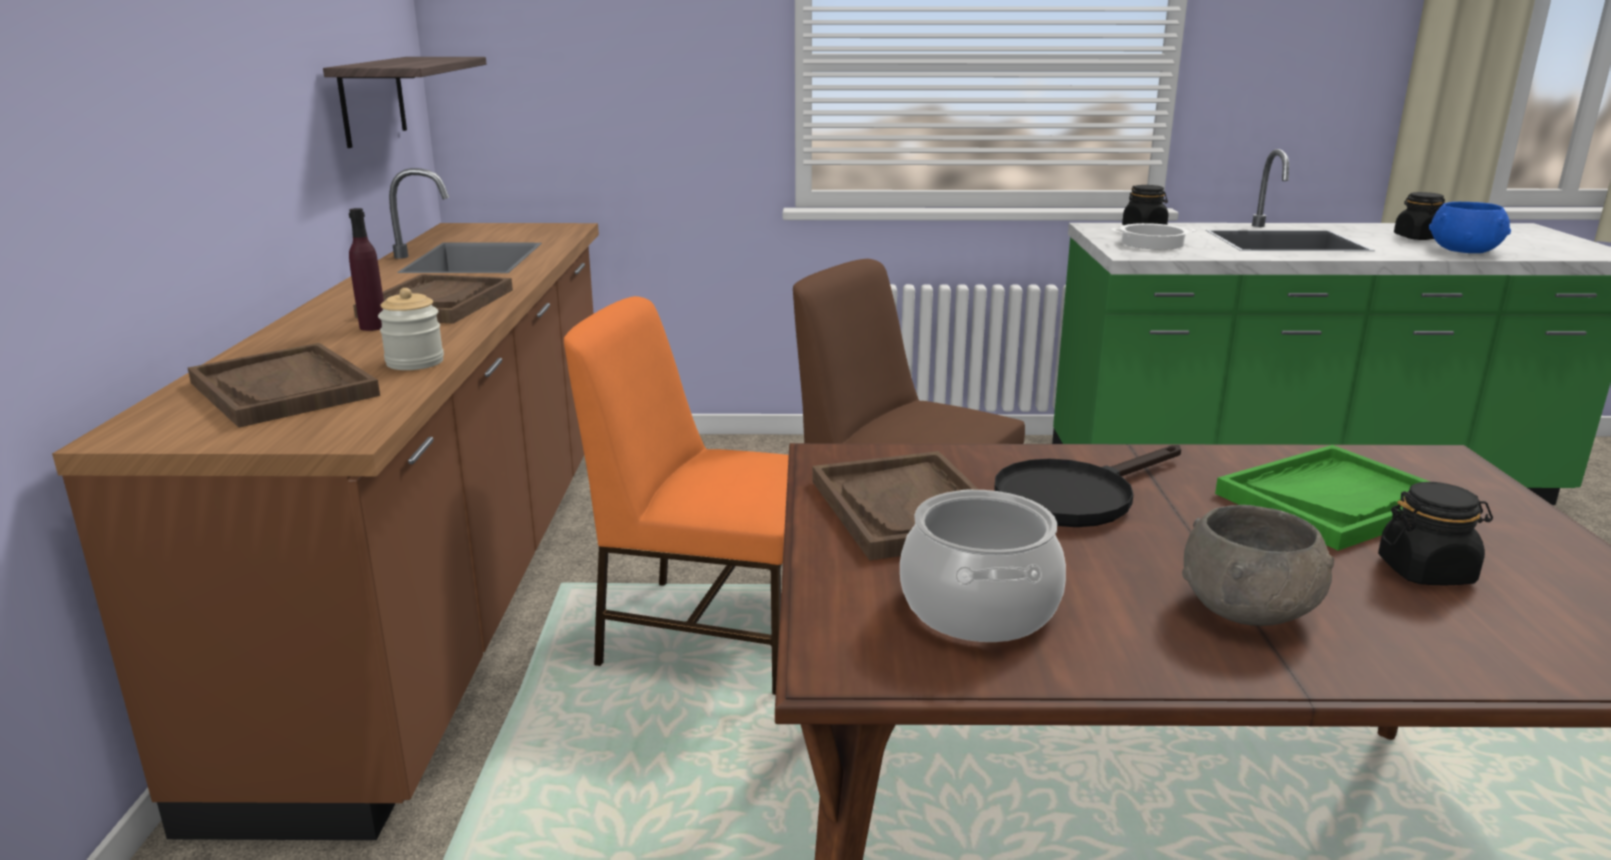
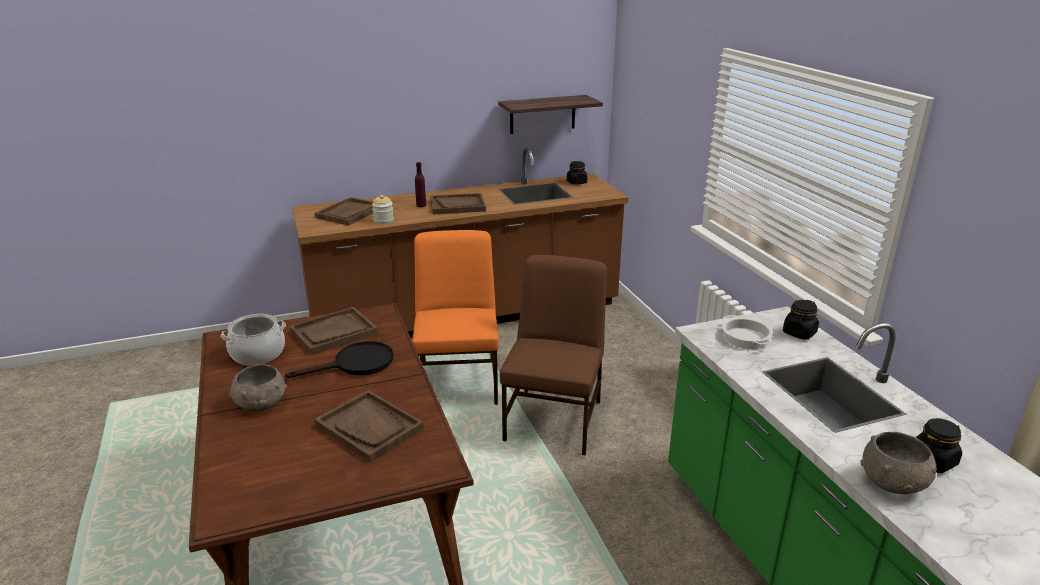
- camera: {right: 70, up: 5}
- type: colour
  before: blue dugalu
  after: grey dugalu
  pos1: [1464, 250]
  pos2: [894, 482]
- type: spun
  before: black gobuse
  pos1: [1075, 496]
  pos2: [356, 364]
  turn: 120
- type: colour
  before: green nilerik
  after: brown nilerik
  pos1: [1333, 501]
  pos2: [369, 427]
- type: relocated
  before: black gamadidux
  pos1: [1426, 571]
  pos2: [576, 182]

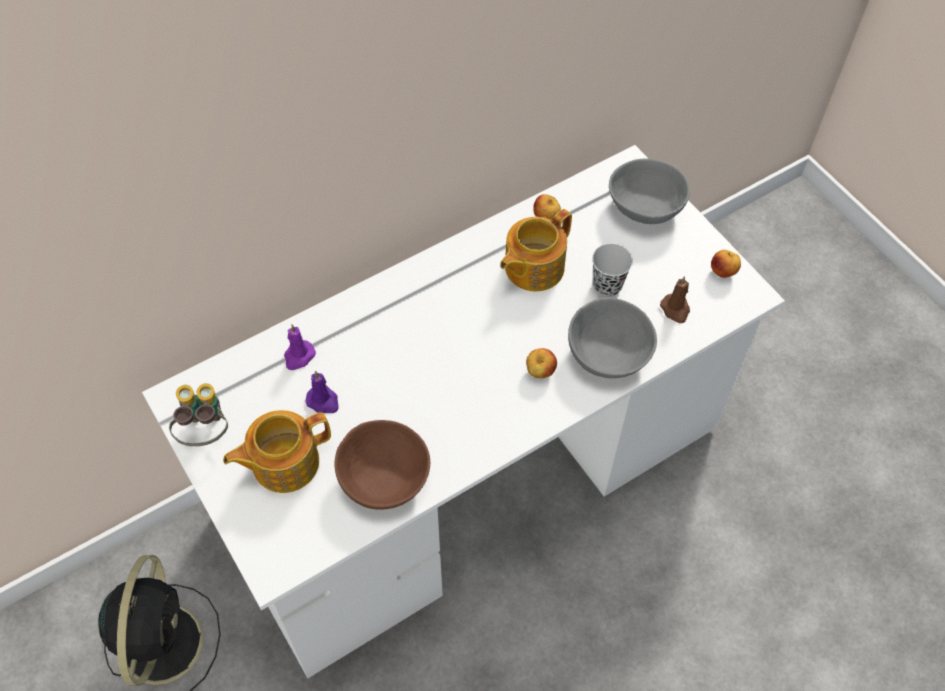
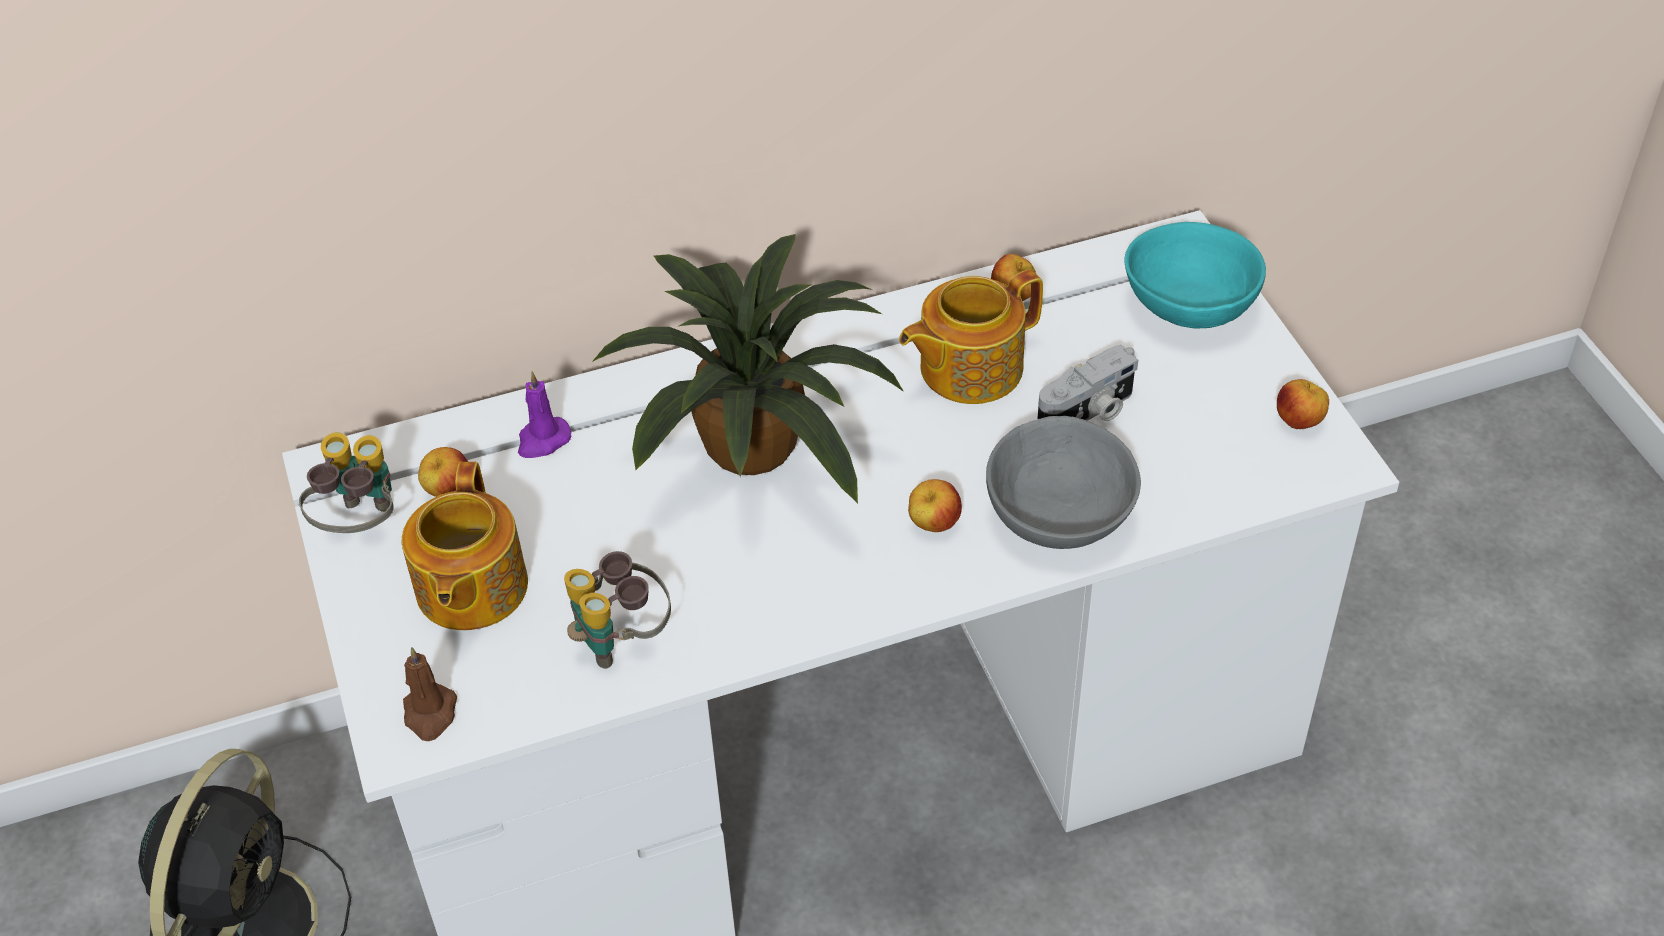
- camera: {right: 15, up: -10}
- type: colour
  before: grey dugalu
  after: turquoise dugalu
  pos1: [646, 208]
  pos2: [1191, 307]
- type: exchanged
  before: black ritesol
  after: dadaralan
  pos1: [607, 285]
  pos2: [1088, 412]
- type: relocated
  before: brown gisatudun
  pos1: [675, 309]
  pos2: [430, 714]
- type: missing
  before: purple gisatudun
  pos1: [323, 401]
- type: spun
  before: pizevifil
  pos1: [283, 462]
  pos2: [469, 589]
  turn: -75
- type: exchanged
  before: brown dugalu
  after: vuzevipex
  pos1: [382, 478]
  pos2: [621, 639]
- type: appeared
  after: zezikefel
  pos2: [759, 447]
- type: appeared
  after: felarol
  pos2: [448, 491]

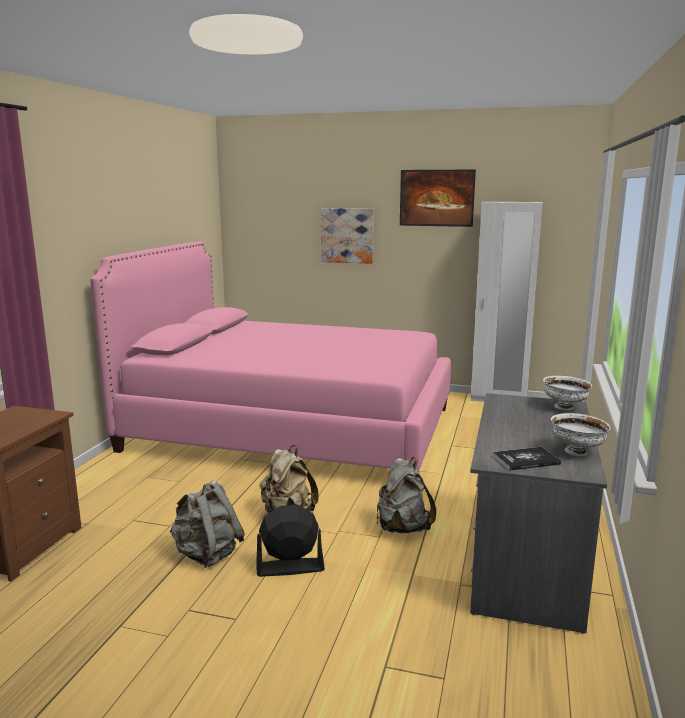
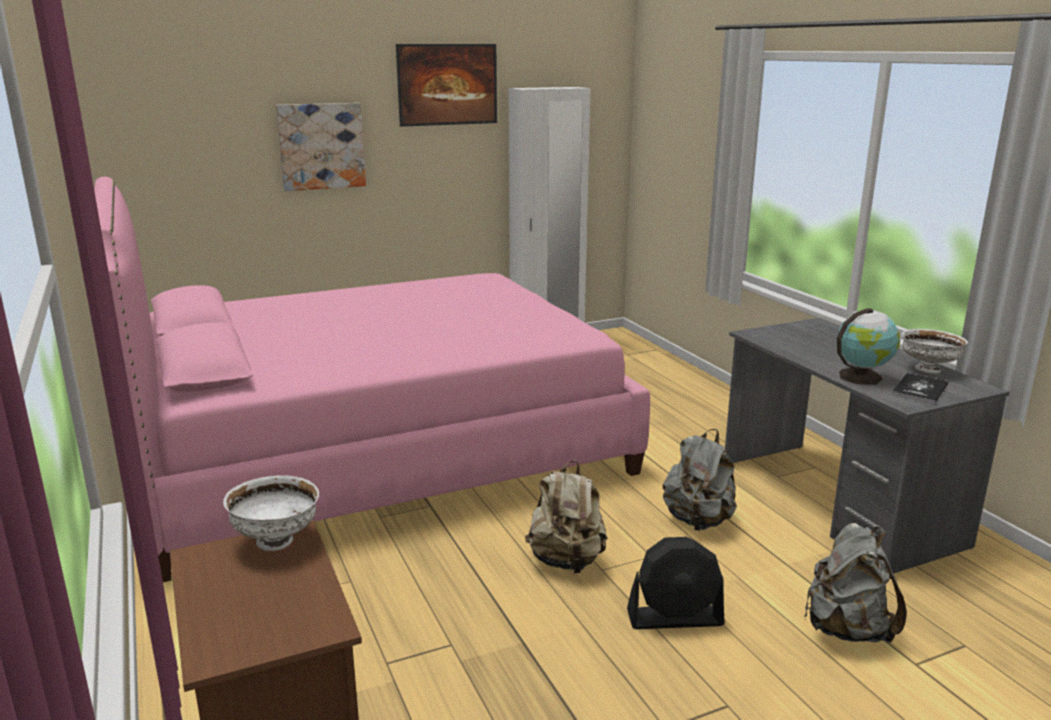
- camera: {right: -40, up: 5}
- type: relocated
  before: white dugalu
  pos1: [564, 407]
  pos2: [277, 540]
- type: relocated
  before: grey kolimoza
  pos1: [207, 555]
  pos2: [846, 629]
- type: spun
  before: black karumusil
  pos1: [289, 567]
  pos2: [675, 618]
  turn: -135
- type: appeared
  after: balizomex
  pos2: [862, 377]

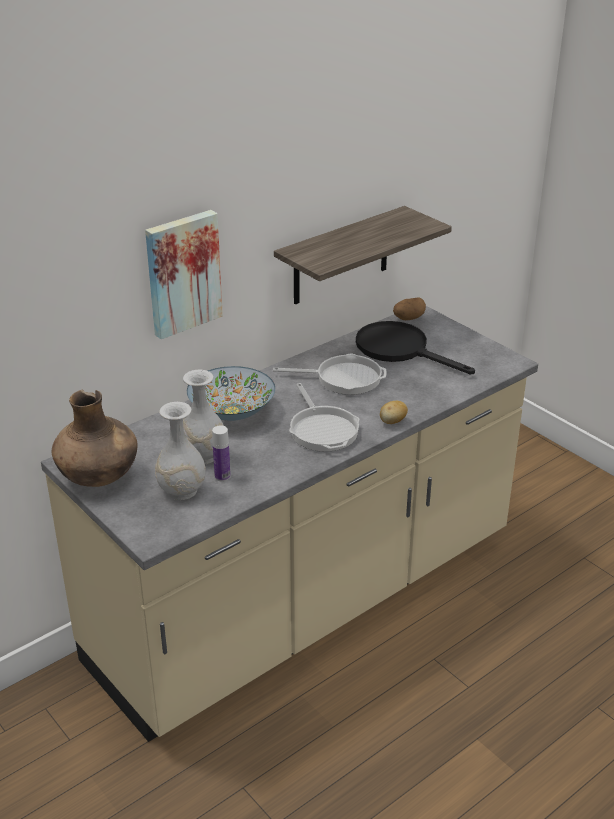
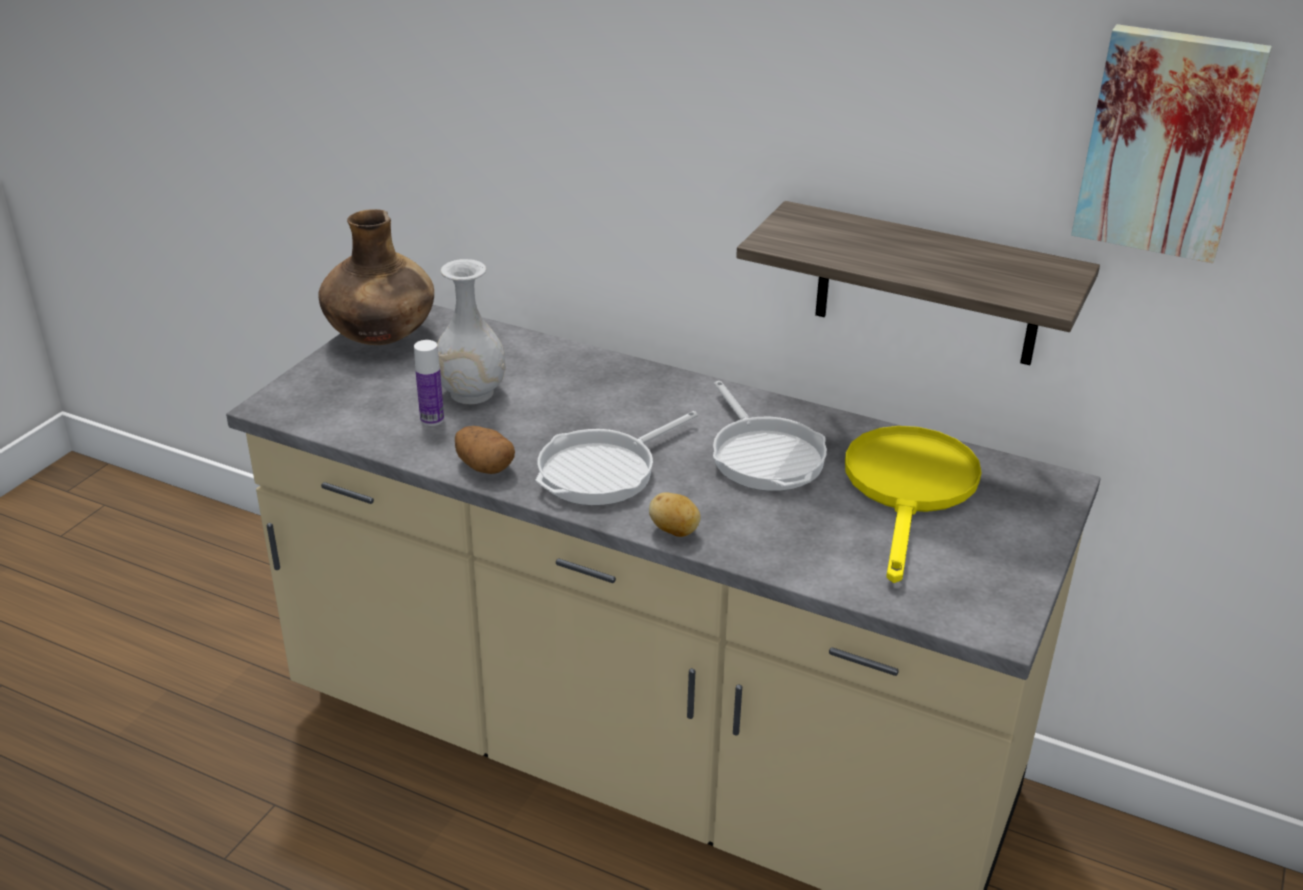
- camera: {right: 65, up: 0}
- type: relocated
  before: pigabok
  pos1: [182, 273]
  pos2: [1167, 142]
- type: relocated
  before: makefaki
  pos1: [408, 318]
  pos2: [484, 467]
- type: colour
  before: black gobuse
  after: yellow gobuse
  pos1: [400, 349]
  pos2: [909, 490]
- type: missing
  before: dugalu
  pos1: [232, 412]
- type: missing
  before: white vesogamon
  pos1: [181, 490]

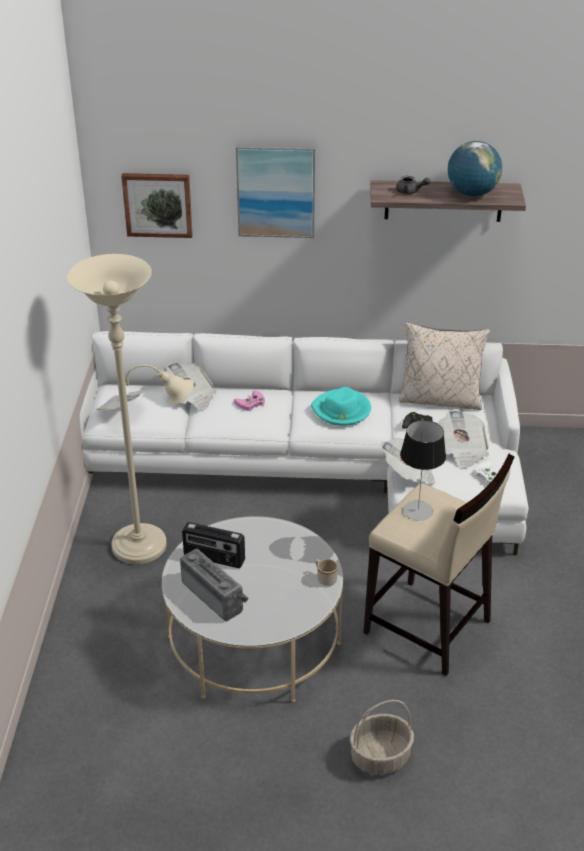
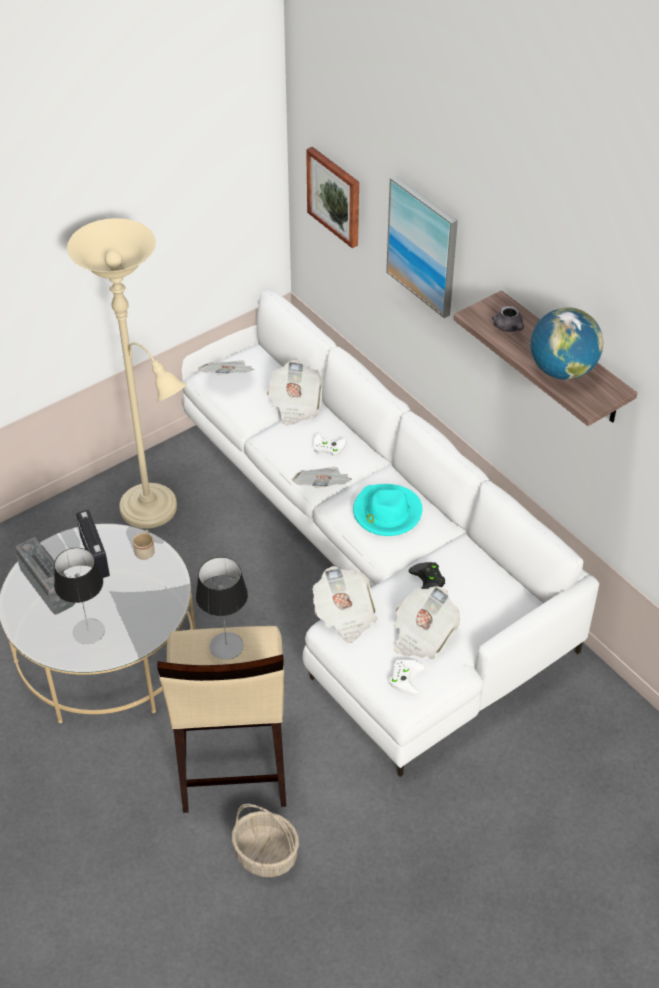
- camera: {right: 50, up: 10}
- type: missing
  before: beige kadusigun
  pos1: [440, 399]
- type: colour
  before: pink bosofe
  after: white bosofe
  pos1: [250, 403]
  pos2: [327, 447]
- type: spun
  before: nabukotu
  pos1: [215, 595]
  pos2: [51, 585]
  turn: -45
- type: relocated
  before: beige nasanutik
  pos1: [325, 578]
  pos2: [145, 551]
- type: relocated
  before: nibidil
  pos1: [380, 757]
  pos2: [265, 855]
- type: appeared
  after: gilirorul
  pos2: [322, 488]
- type: appeared
  after: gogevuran
  pos2: [88, 631]

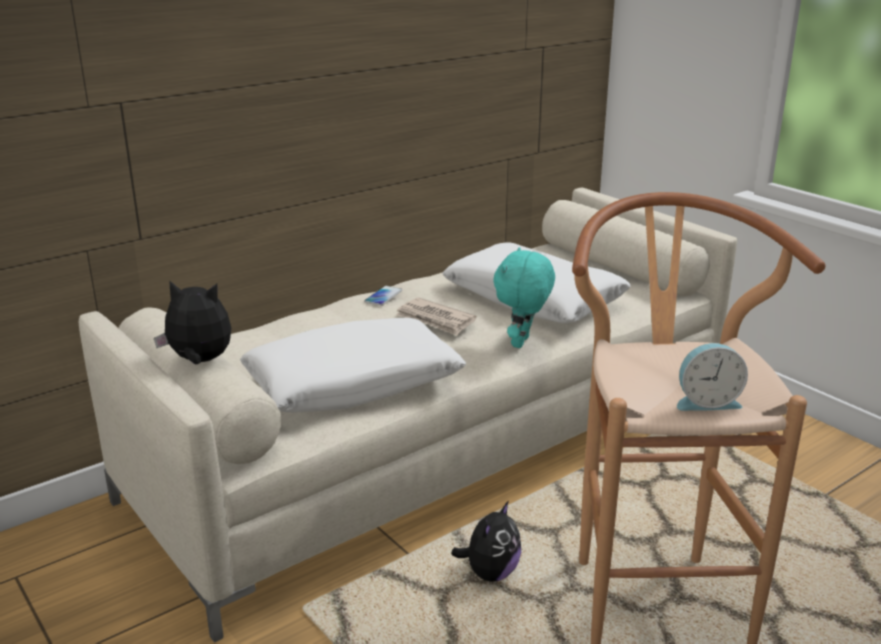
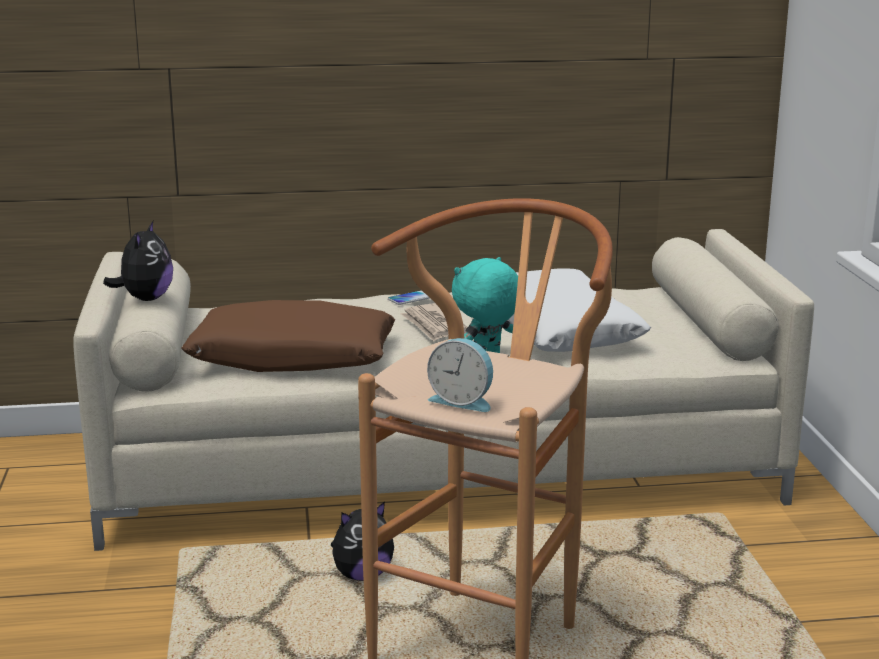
- camera: {right: 30, up: -5}
- type: spun
  before: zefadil
  pos1: [199, 361]
  pos2: [145, 299]
  turn: 60
- type: colour
  before: white kadusigun
  after: brown kadusigun
  pos1: [353, 384]
  pos2: [292, 358]

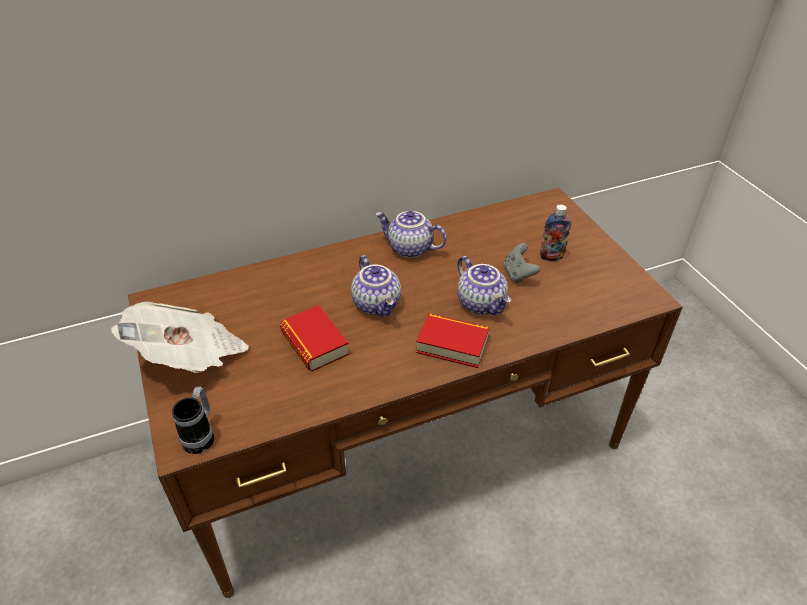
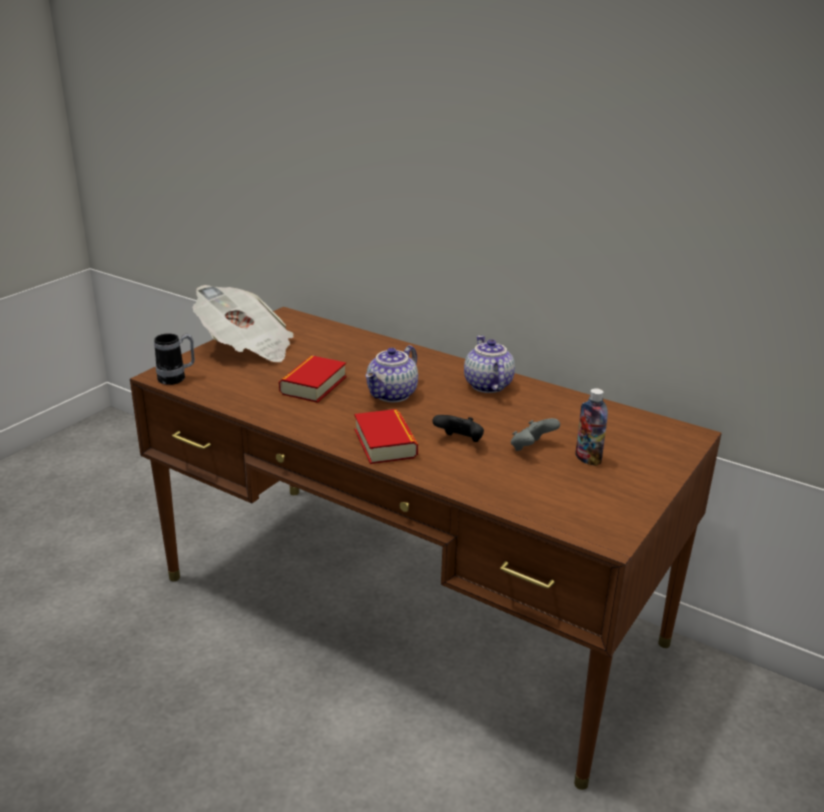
- camera: {right: 55, up: -15}
- type: exchanged
  before: pizevifil
  after: black bosofe
  pos1: [482, 303]
  pos2: [460, 441]

